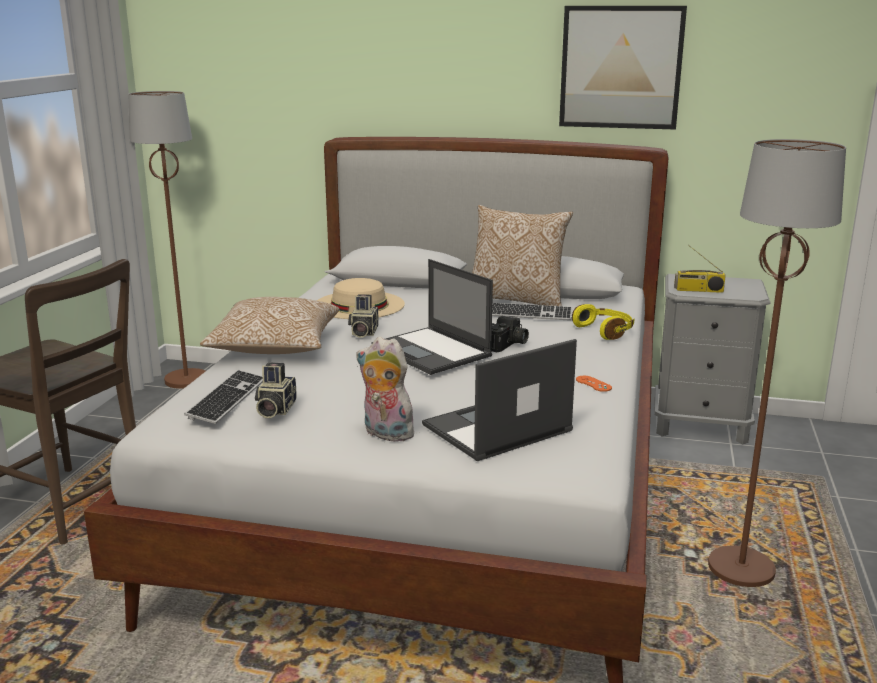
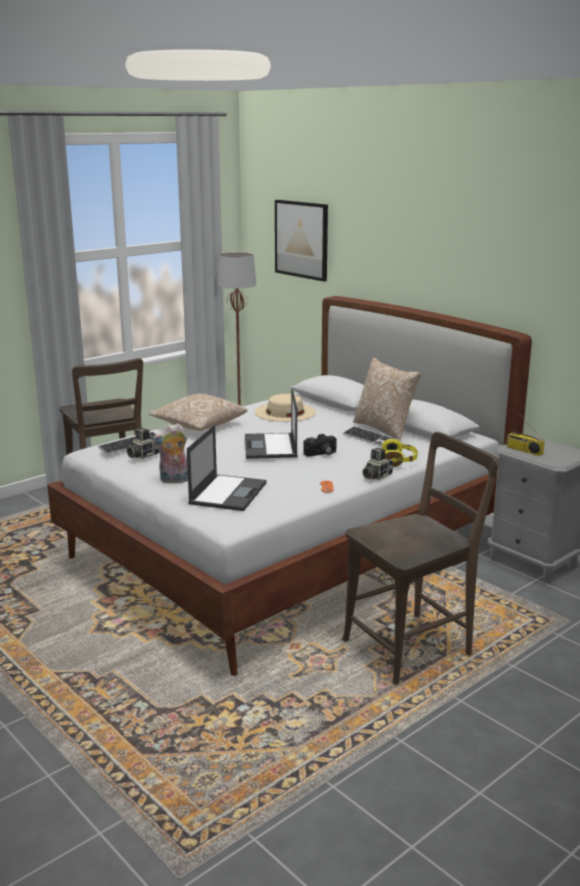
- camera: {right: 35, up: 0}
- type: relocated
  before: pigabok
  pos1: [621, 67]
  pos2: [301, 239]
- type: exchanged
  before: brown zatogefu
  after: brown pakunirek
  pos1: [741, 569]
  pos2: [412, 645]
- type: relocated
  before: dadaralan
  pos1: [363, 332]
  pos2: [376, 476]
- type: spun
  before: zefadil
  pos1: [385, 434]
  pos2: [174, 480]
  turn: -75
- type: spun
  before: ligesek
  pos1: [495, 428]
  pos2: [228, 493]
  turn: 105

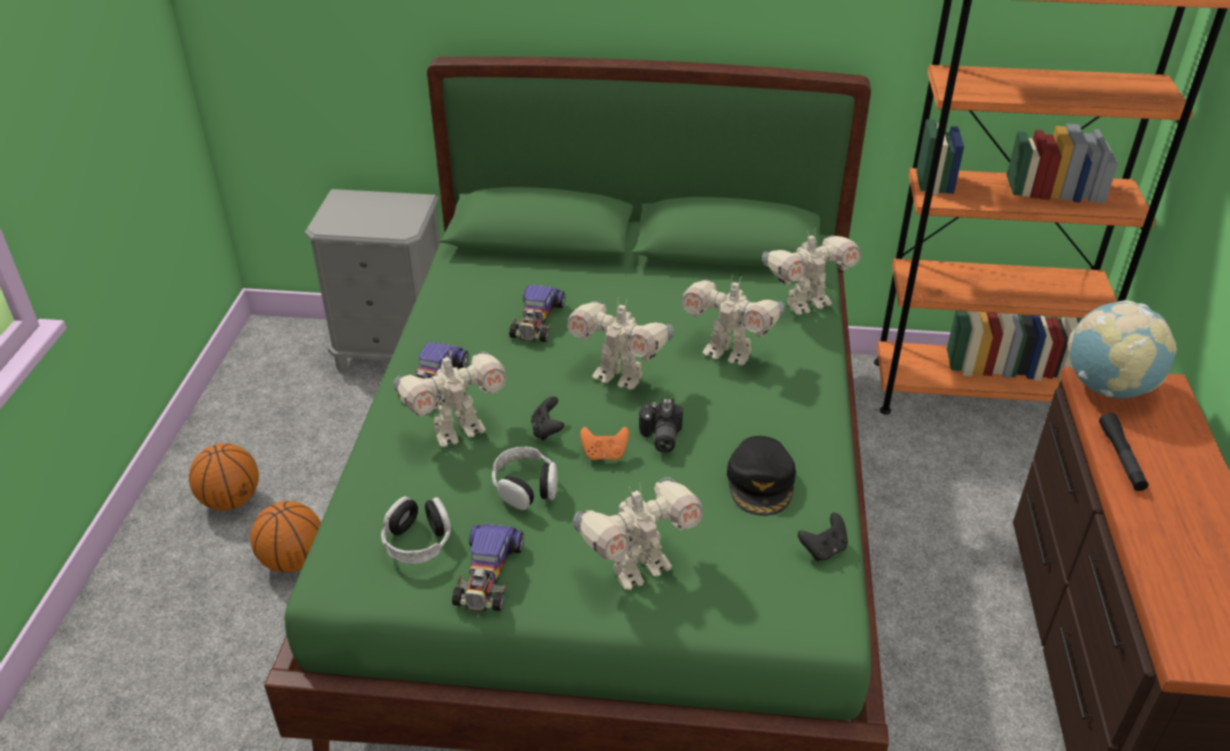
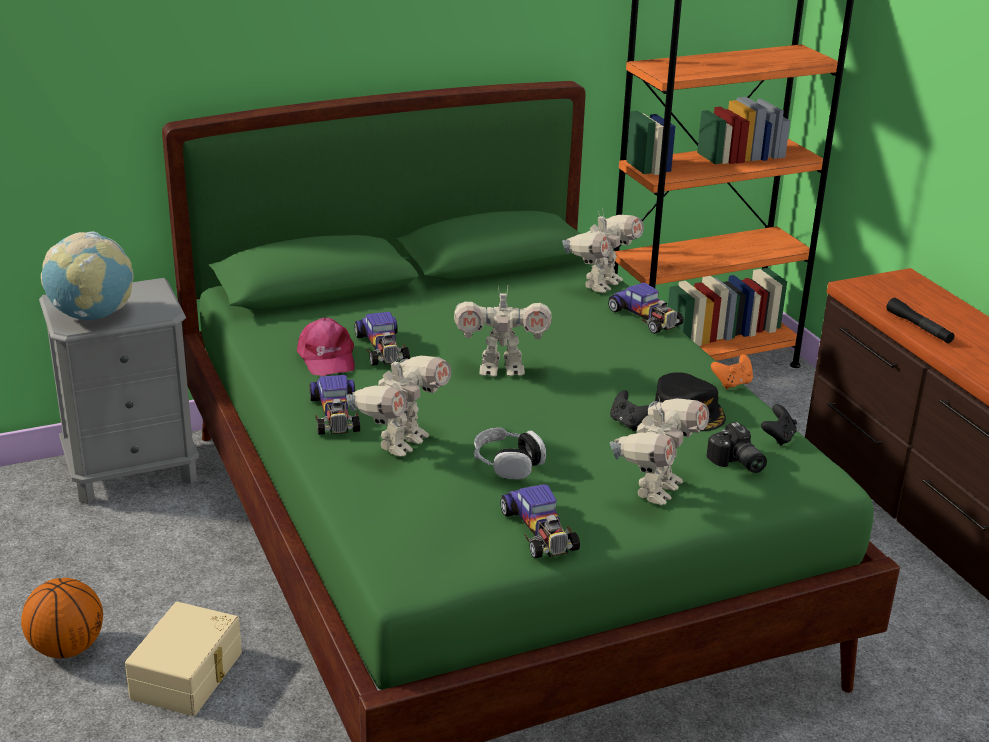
- camera: {right: -30, up: -10}
- type: missing
  before: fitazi
  pos1: [728, 353]
- type: relocated
  before: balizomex
  pos1: [1107, 387]
  pos2: [92, 316]
- type: relocated
  before: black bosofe
  pos1: [547, 430]
  pos2: [629, 423]
- type: relocated
  before: dadaralan
  pos1: [659, 437]
  pos2: [736, 463]
- type: relocated
  before: orange bosofe
  pos1: [604, 454]
  pos2: [732, 384]
- type: missing
  before: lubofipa
  pos1: [418, 541]
- type: exchanged
  before: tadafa
  after: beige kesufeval
  pos1: [293, 560]
  pos2: [189, 675]
- type: appeared
  after: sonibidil
  pos2: [645, 317]
- type: appeared
  after: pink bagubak
  pos2: [326, 357]

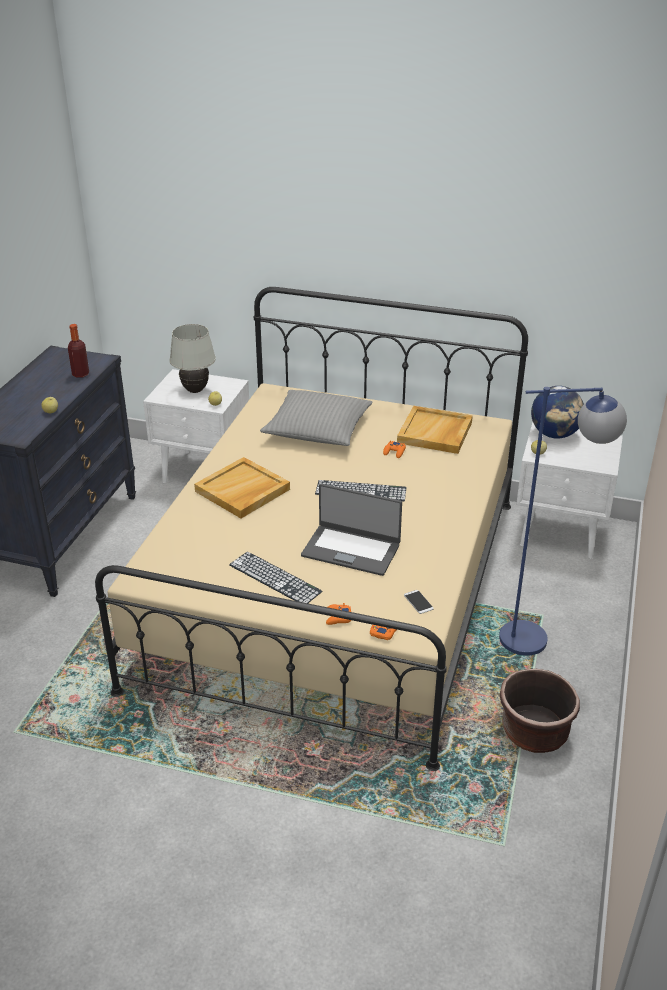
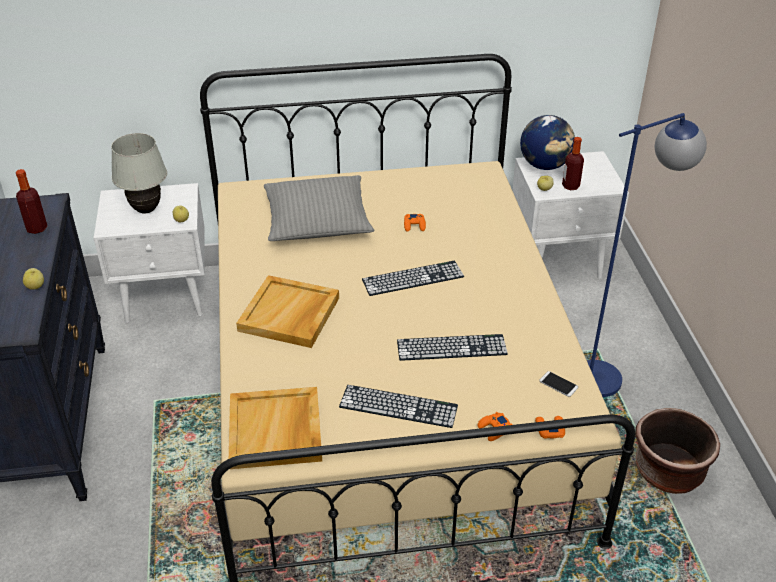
- camera: {right: -25, up: 5}
- type: relocated
  before: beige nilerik
  pos1: [435, 433]
  pos2: [276, 431]
- type: exchanged
  before: ligesek
  after: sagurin
  pos1: [351, 549]
  pos2: [451, 347]
- type: appeared
  after: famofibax
  pos2: [570, 186]

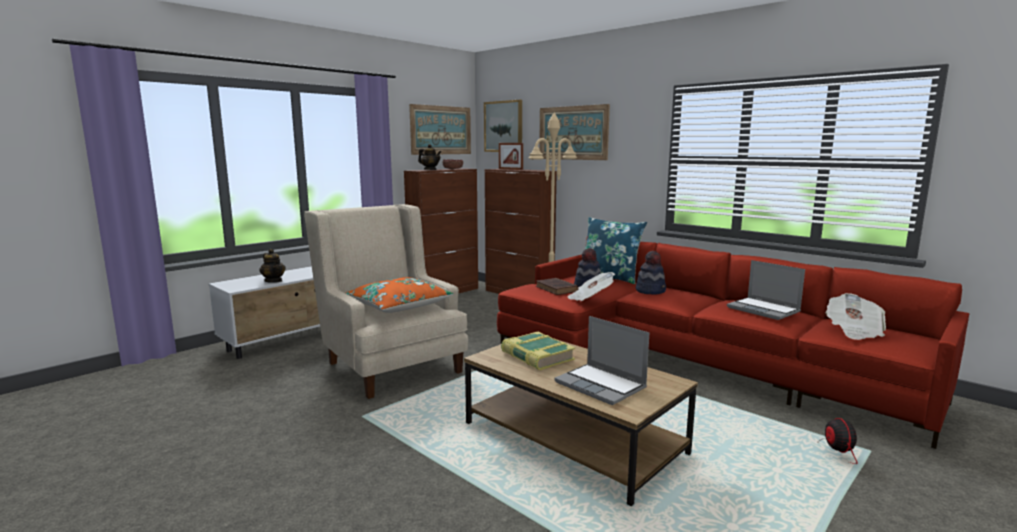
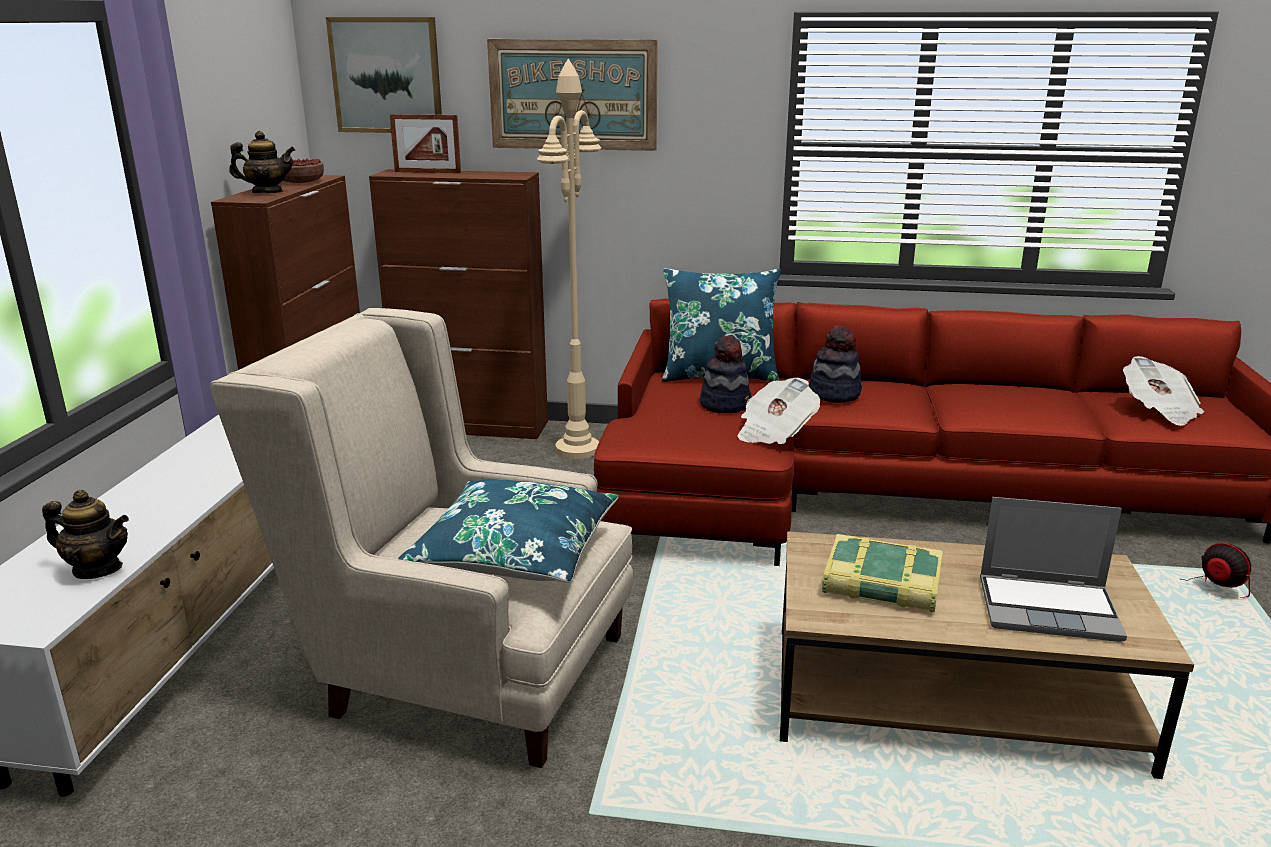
- camera: {right: -35, up: 10}
- type: missing
  before: pigabok
  pos1: [441, 130]
- type: missing
  before: ligesek
  pos1: [764, 310]
- type: colour
  before: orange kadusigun
  after: blue kadusigun
  pos1: [399, 306]
  pos2: [515, 551]
- type: missing
  before: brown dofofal
  pos1: [557, 289]

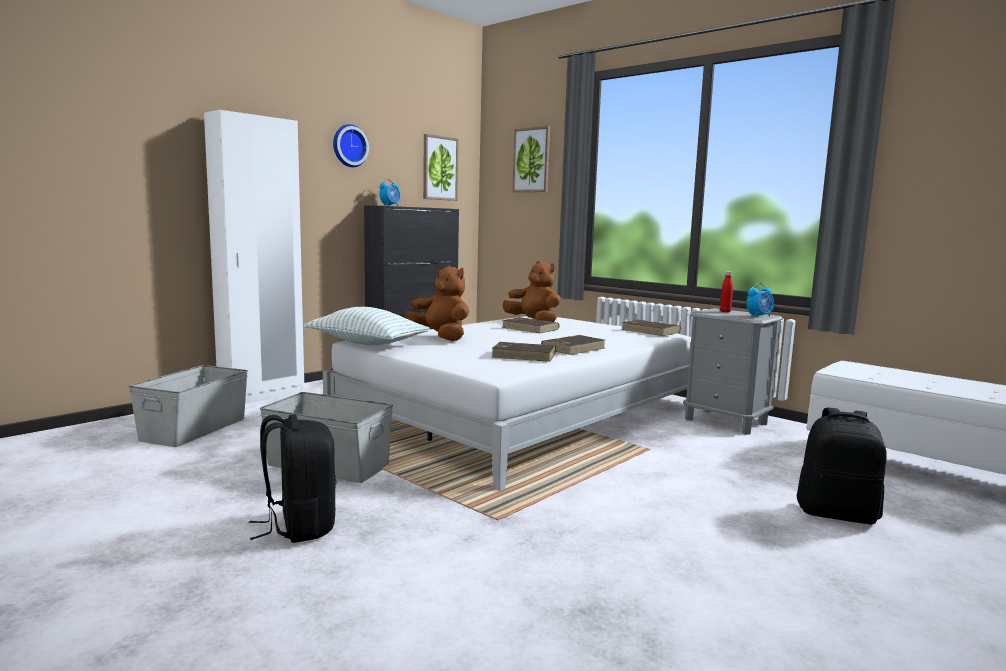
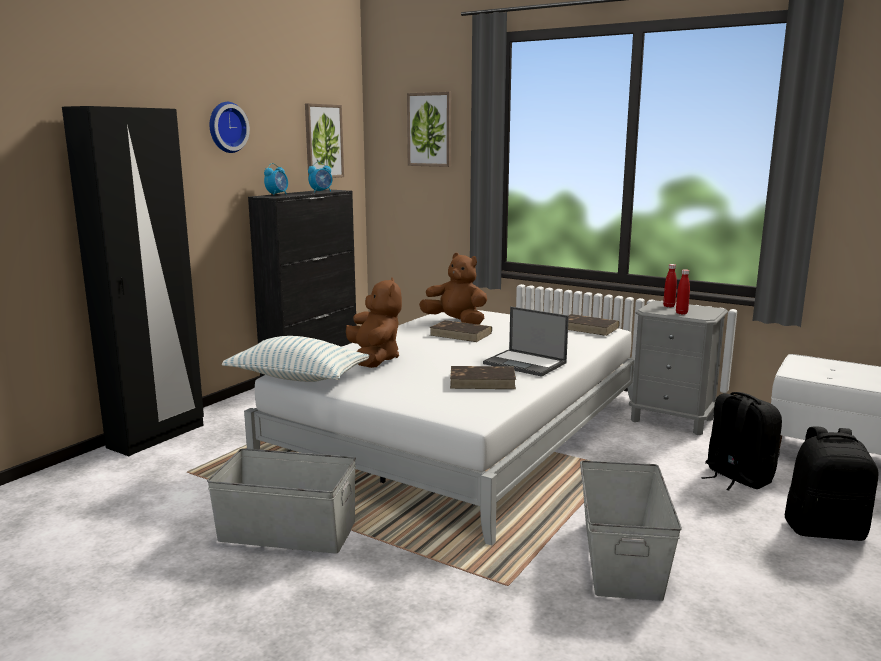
- camera: {right: -10, up: 5}
- type: colour
  before: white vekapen
  after: black vekapen
  pos1: [262, 396]
  pos2: [157, 436]
- type: spun
  before: brown zefadil
  pos1: [441, 337]
  pos2: [374, 359]
  turn: 45
- type: relocated
  before: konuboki
  pos1: [759, 316]
  pos2: [321, 191]
- type: exchanged
  before: brown dofofal
  after: ligesek
  pos1: [573, 348]
  pos2: [526, 363]
- type: relocated
  before: grey kesufeval
  pos1: [195, 429]
  pos2: [622, 558]
- type: relocated
  before: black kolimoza
  pos1: [299, 526]
  pos2: [736, 477]
- type: appeared
  after: red famofibax
  pos2: [681, 313]

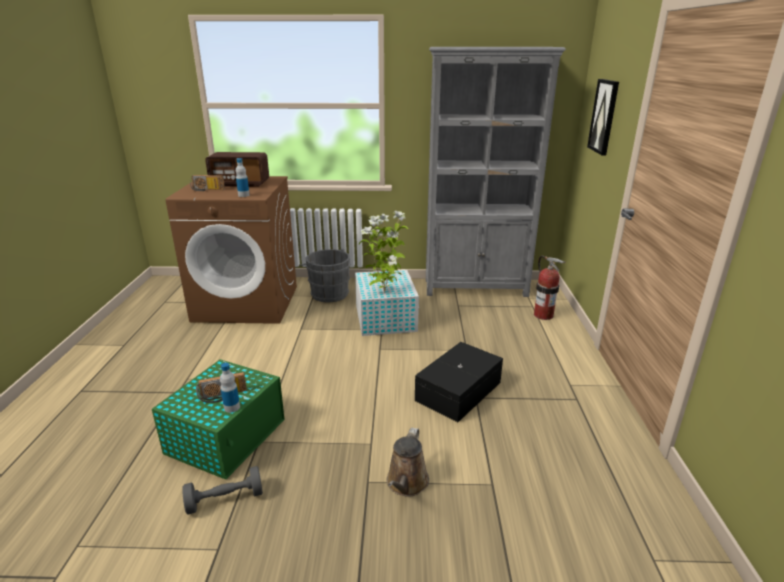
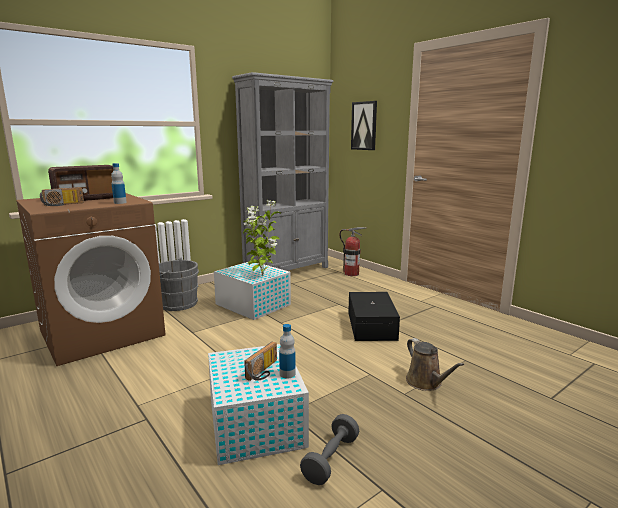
- camera: {right: -40, up: -10}
- type: colour
  before: green kesufeval
  after: white kesufeval
  pos1: [227, 435]
  pos2: [256, 422]

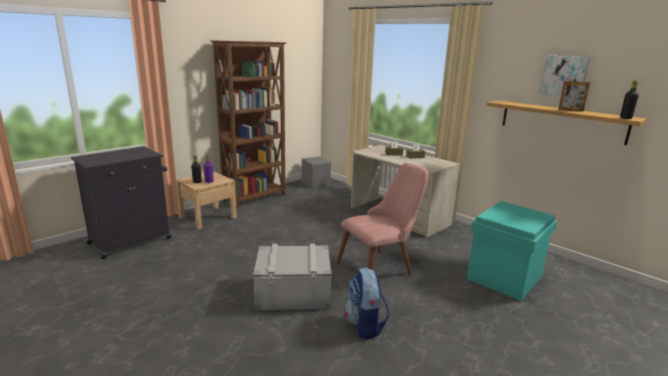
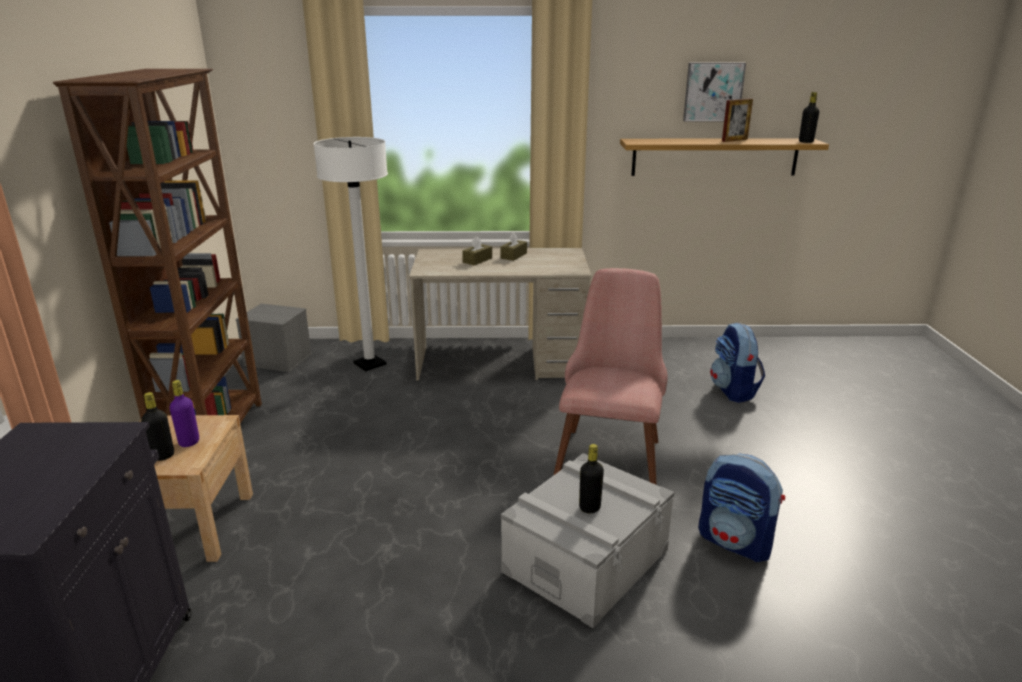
- camera: {right: -45, up: 5}
- type: exchanged
  before: turquoise kesufeval
  after: kolimoza
  pos1: [504, 278]
  pos2: [733, 391]
- type: appeared
  after: white zatogefu
  pos2: [370, 364]
- type: appeared
  after: black famofibax
  pos2: [589, 507]

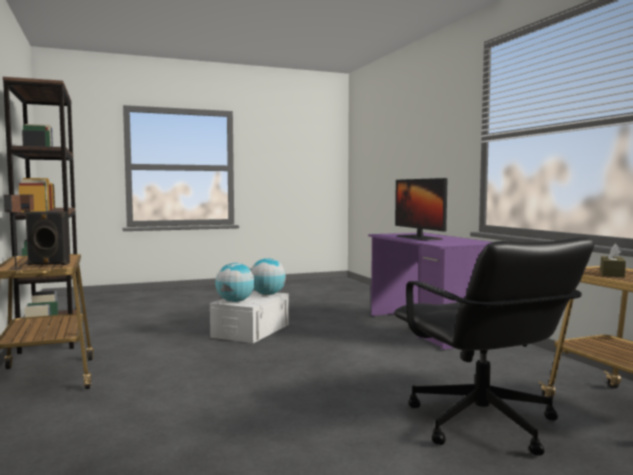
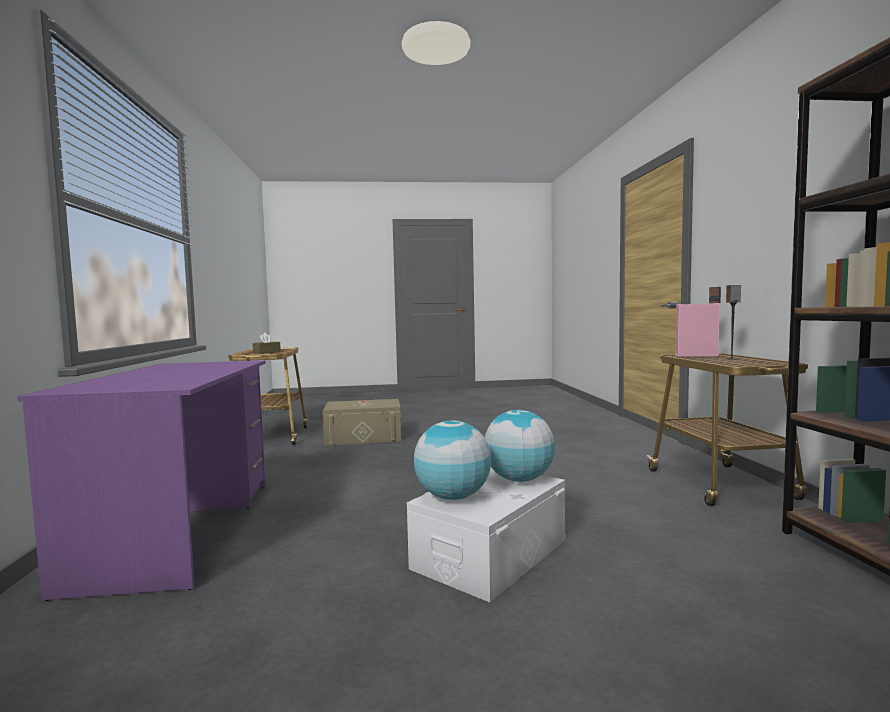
- camera: {right: -165, up: 0}
- type: missing
  before: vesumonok
  pos1: [418, 238]
- type: colour
  before: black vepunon
  after: pink vepunon
  pos1: [48, 264]
  pos2: [696, 356]
- type: exchanged
  before: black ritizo
  after: beige kesufeval
  pos1: [482, 424]
  pos2: [363, 437]

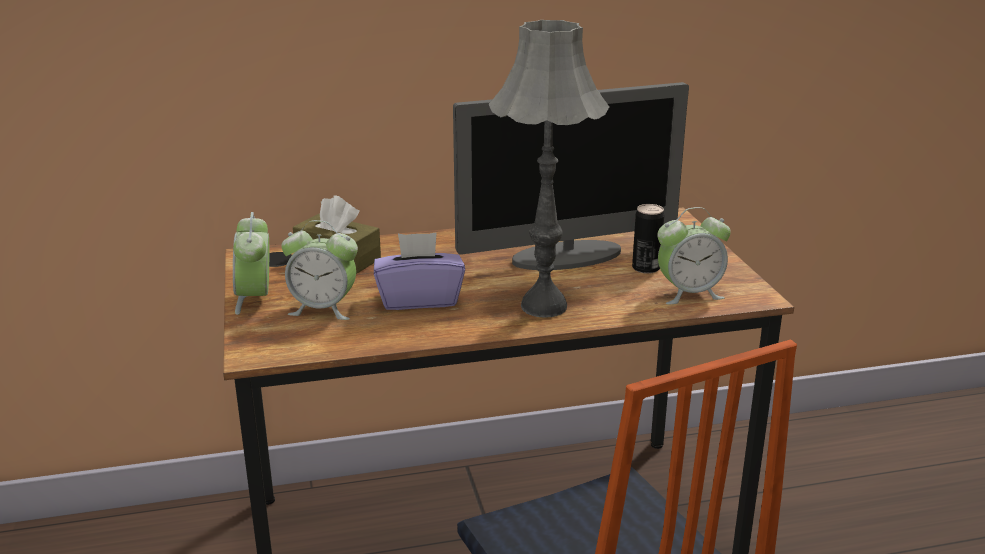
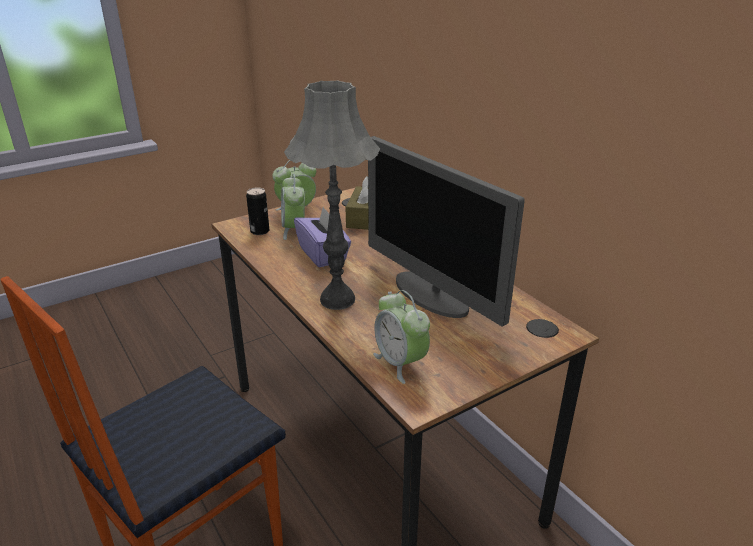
- camera: {right: 70, up: 5}
- type: relocated
  before: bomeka
  pos1: [646, 268]
  pos2: [260, 231]

